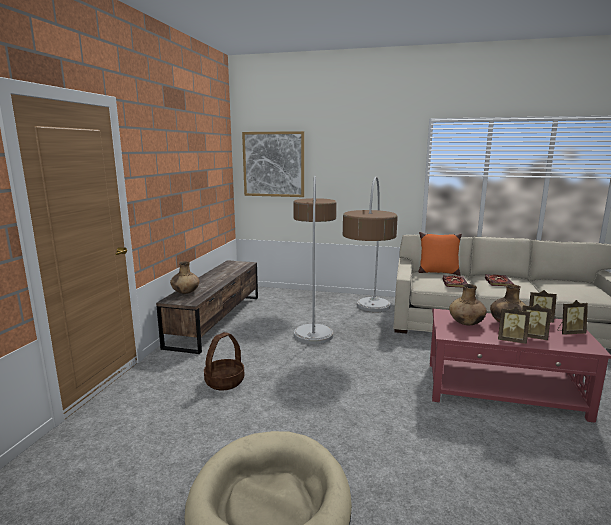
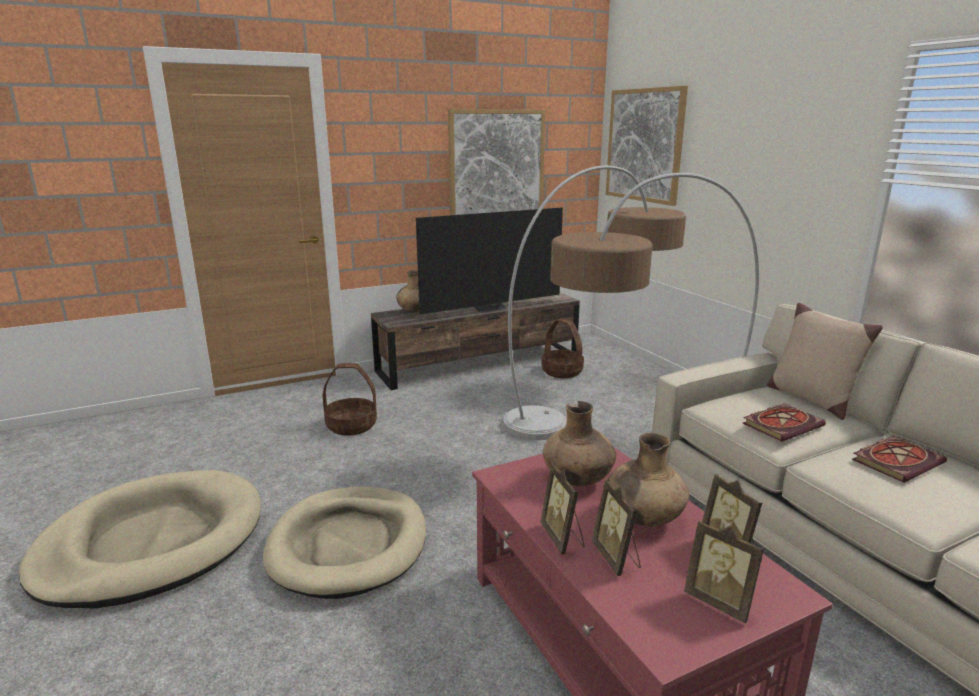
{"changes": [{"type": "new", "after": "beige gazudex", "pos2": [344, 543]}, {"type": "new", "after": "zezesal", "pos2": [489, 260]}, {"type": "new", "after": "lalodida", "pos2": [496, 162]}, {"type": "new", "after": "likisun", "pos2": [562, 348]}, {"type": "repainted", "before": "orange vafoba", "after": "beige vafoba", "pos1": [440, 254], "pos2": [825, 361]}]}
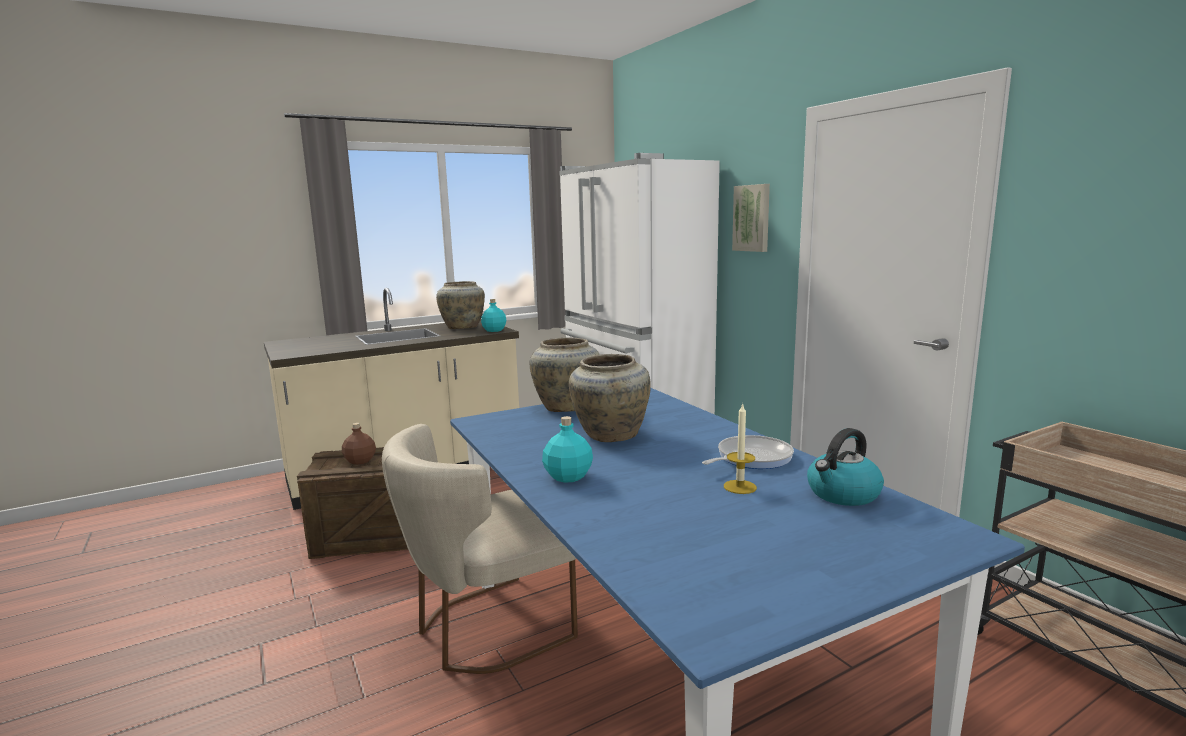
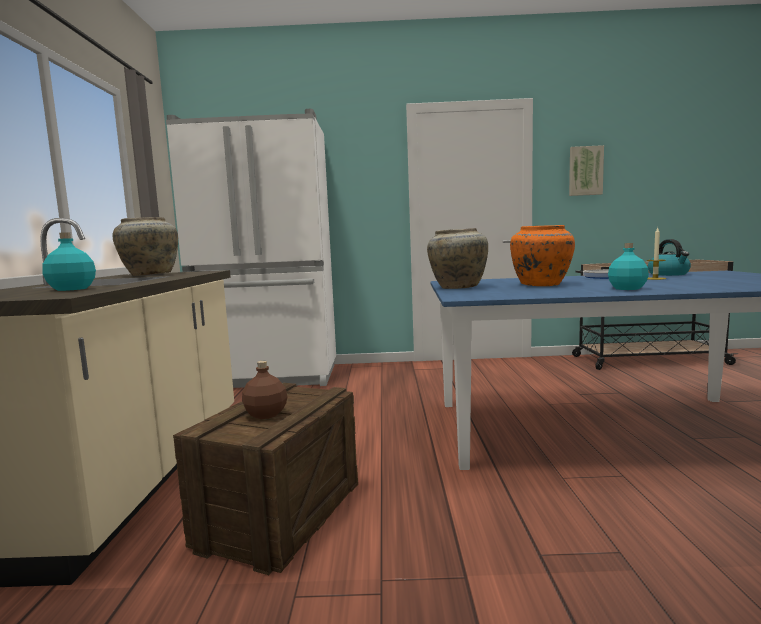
{"changes": [{"type": "shifted", "before": "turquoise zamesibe", "pos1": [493, 315], "pos2": [69, 261]}, {"type": "repainted", "before": "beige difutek", "after": "orange difutek", "pos1": [610, 398], "pos2": [542, 255]}, {"type": "shifted", "before": "lalodida", "pos1": [751, 218], "pos2": [586, 170]}, {"type": "gone", "before": "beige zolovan", "pos1": [480, 549]}]}
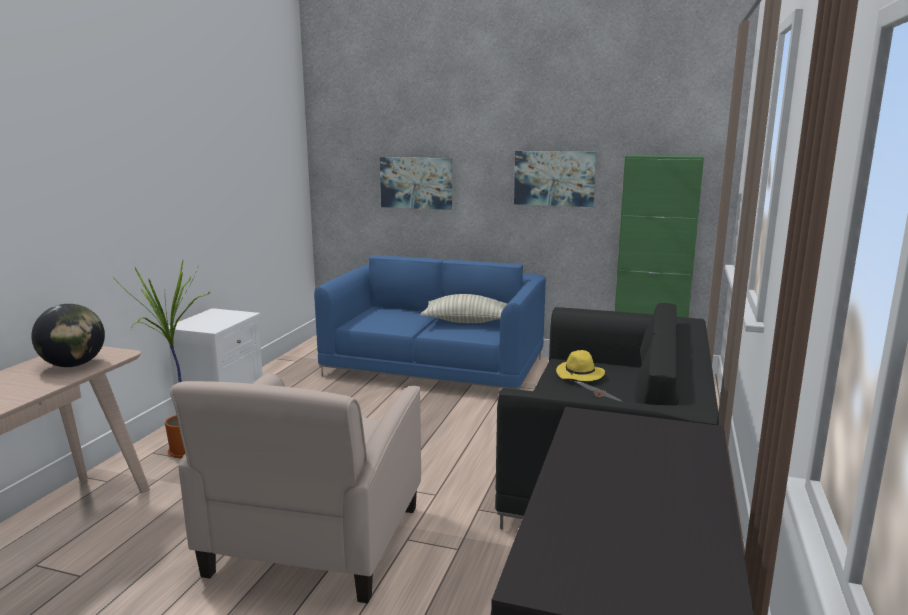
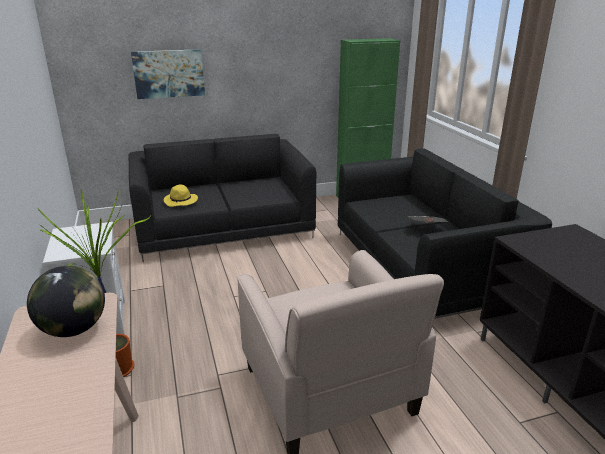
{"changes": [{"type": "repainted", "before": "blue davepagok", "after": "black davepagok", "pos1": [430, 322], "pos2": [222, 198]}, {"type": "shifted", "before": "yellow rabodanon", "pos1": [580, 365], "pos2": [181, 195]}, {"type": "gone", "before": "vafoba", "pos1": [463, 308]}, {"type": "gone", "before": "lalodida", "pos1": [555, 179]}]}
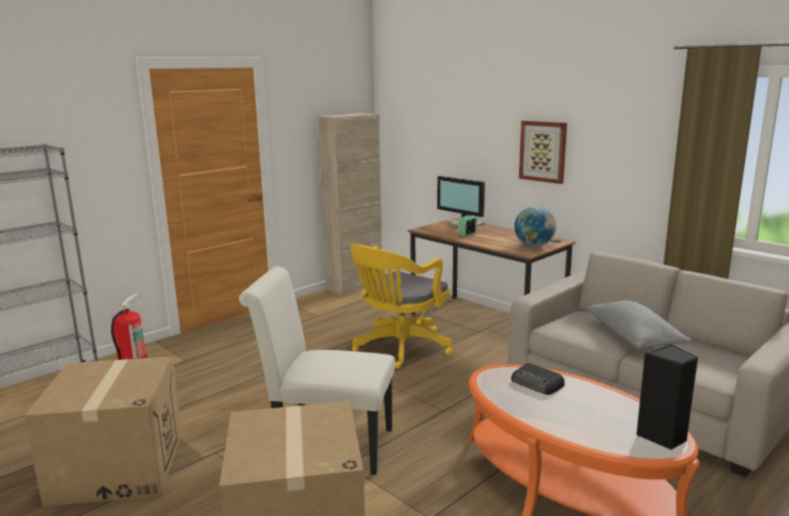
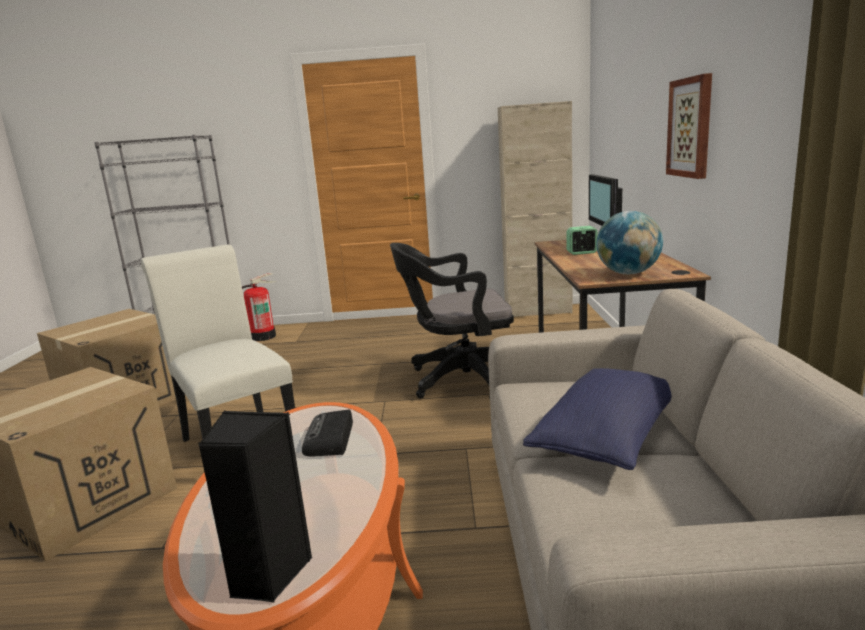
{"changes": [{"type": "repainted", "before": "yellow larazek", "after": "black larazek", "pos1": [402, 306], "pos2": [452, 321]}, {"type": "repainted", "before": "grey vafoba", "after": "blue vafoba", "pos1": [638, 324], "pos2": [597, 419]}]}
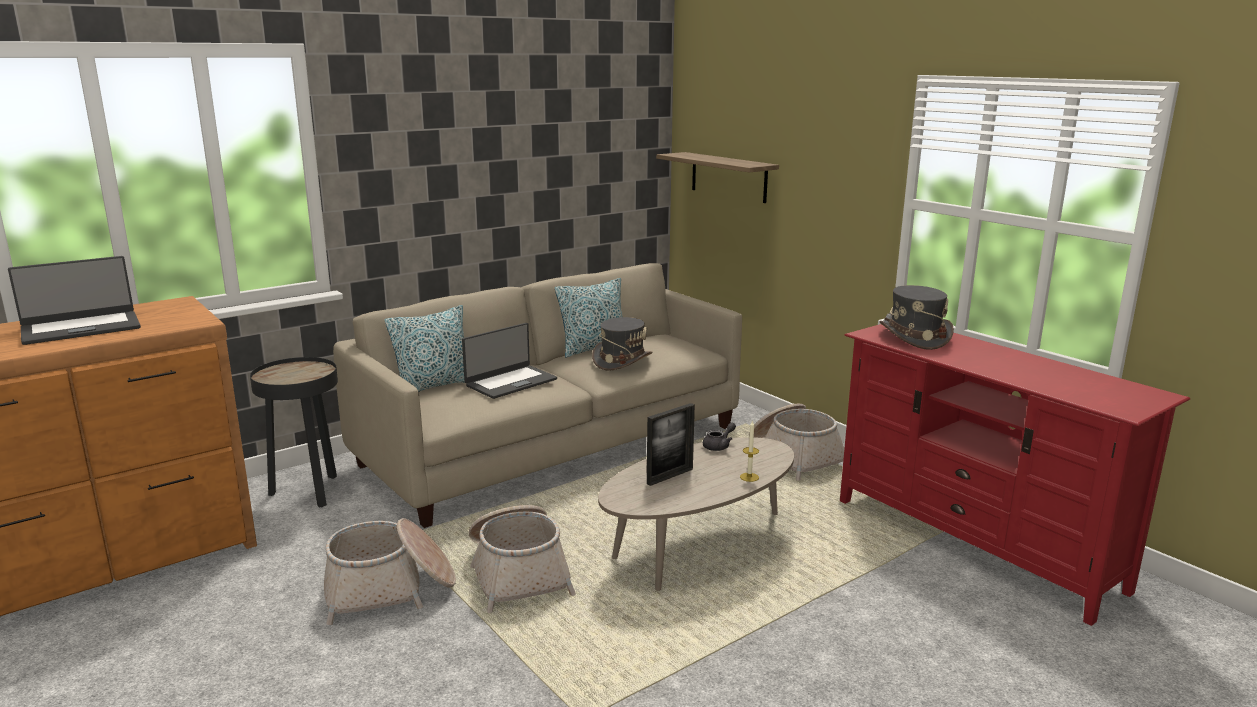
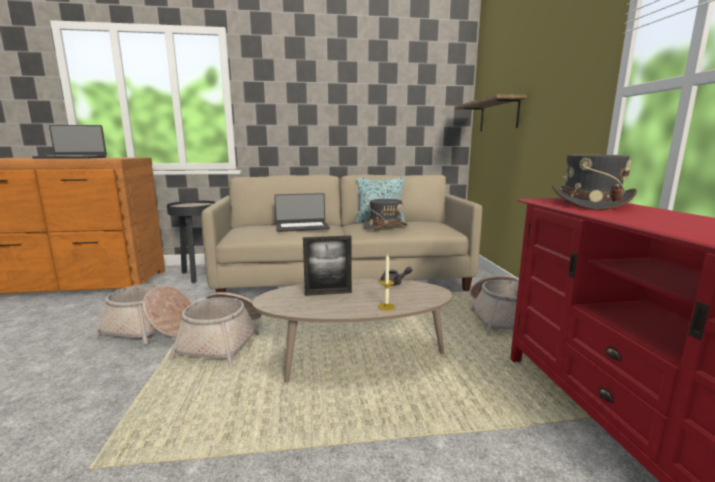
{"changes": [{"type": "gone", "before": "vafoba", "pos1": [425, 348]}]}
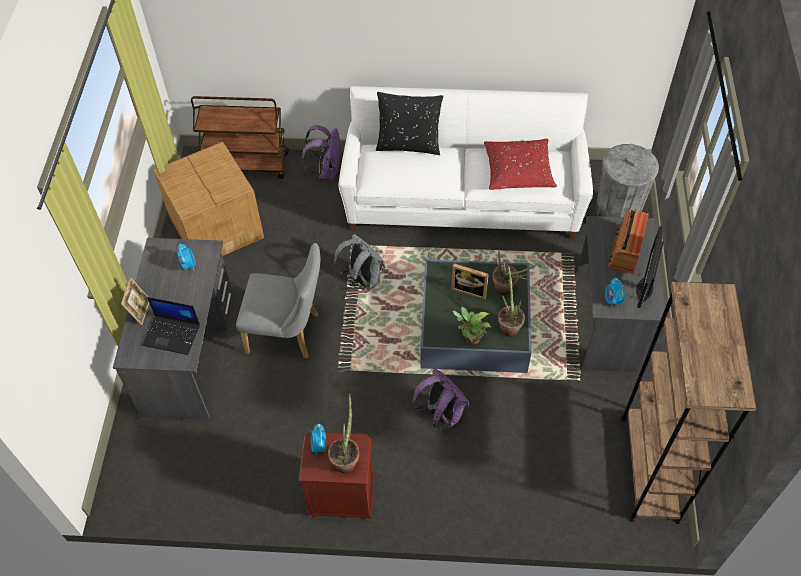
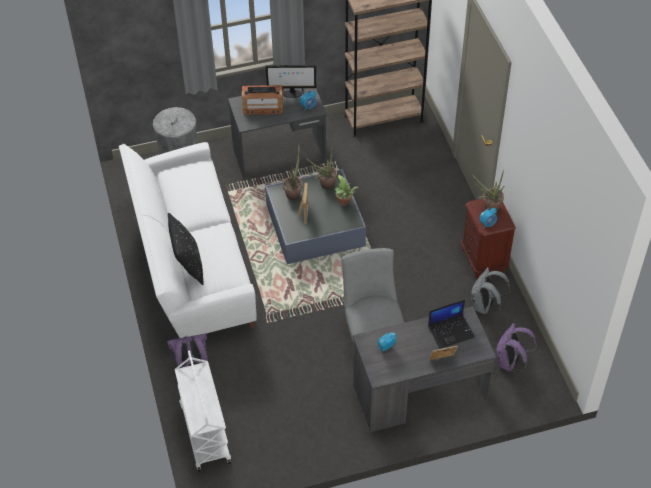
{"changes": [{"type": "repainted", "before": "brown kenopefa", "after": "white kenopefa", "pos1": [240, 137], "pos2": [203, 411]}, {"type": "rotated", "before": "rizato", "pos1": [171, 326], "pos2": [451, 324], "turn": 75}, {"type": "shifted", "before": "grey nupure", "pos1": [359, 261], "pos2": [490, 290]}, {"type": "shifted", "before": "purple nupure", "pos1": [440, 399], "pos2": [516, 347]}, {"type": "gone", "before": "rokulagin", "pos1": [208, 199]}, {"type": "gone", "before": "red vafoba", "pos1": [520, 164]}]}
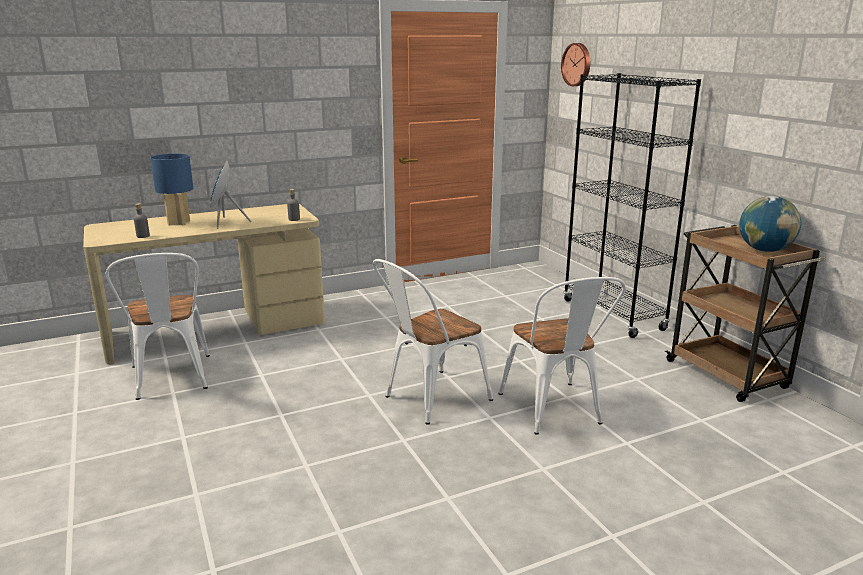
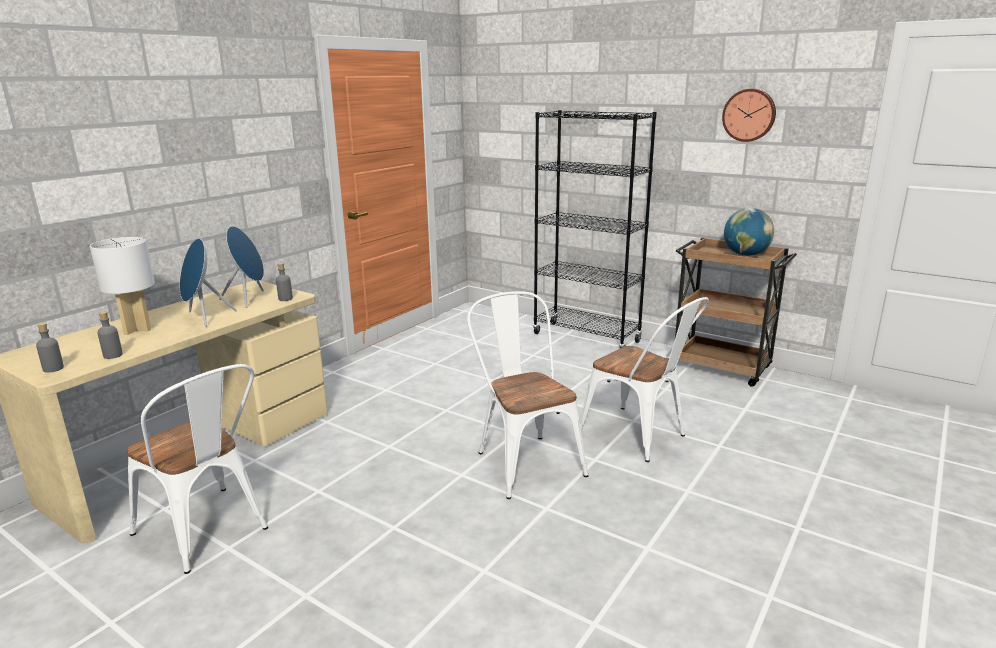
{"changes": [{"type": "new", "after": "grey zamesibe", "pos2": [50, 348]}, {"type": "repainted", "before": "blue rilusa", "after": "white rilusa", "pos1": [172, 189], "pos2": [122, 286]}, {"type": "new", "after": "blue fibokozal", "pos2": [241, 267]}, {"type": "rotated", "before": "white zolovan", "pos1": [433, 342], "pos2": [527, 395], "turn": 135}, {"type": "shifted", "before": "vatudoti", "pos1": [575, 64], "pos2": [749, 115]}]}
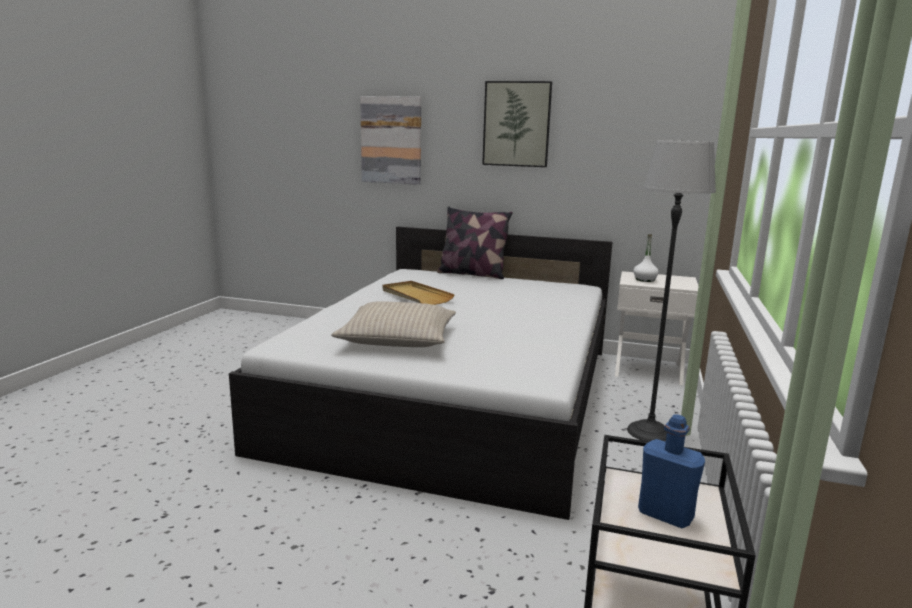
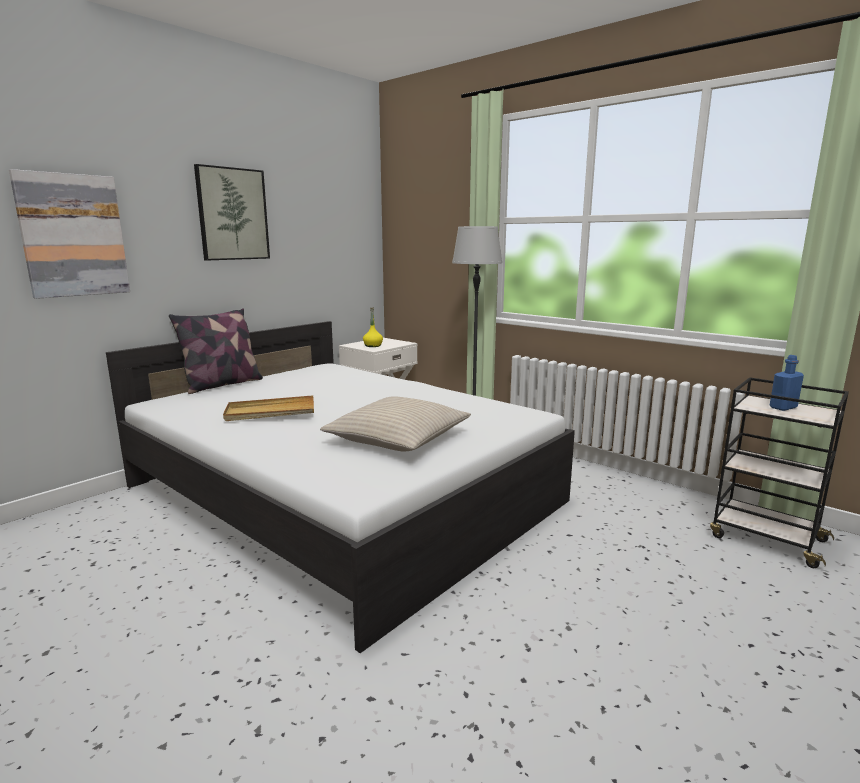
{"changes": [{"type": "repainted", "before": "white zamesibe", "after": "yellow zamesibe", "pos1": [646, 258], "pos2": [373, 327]}]}
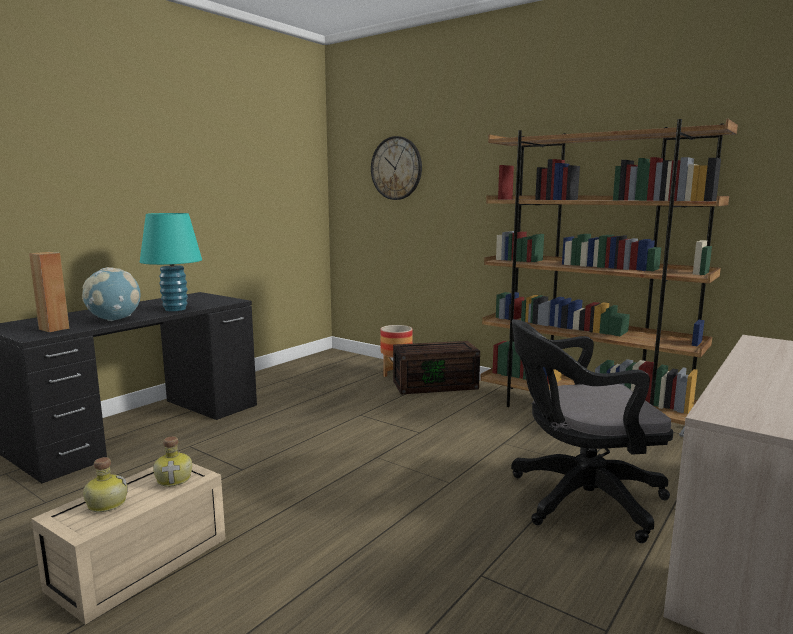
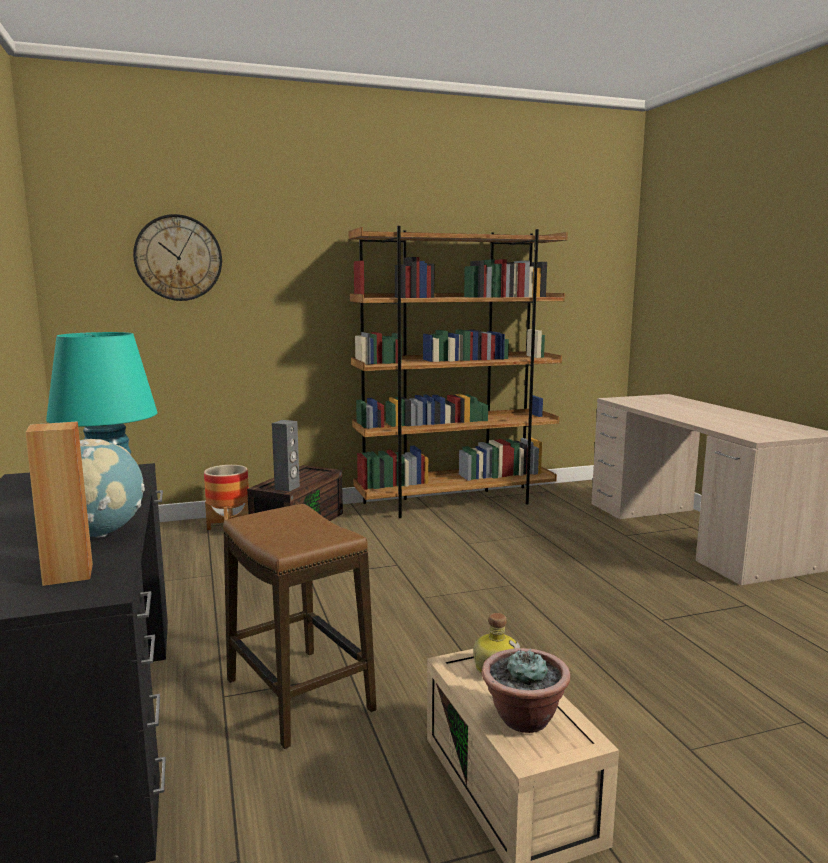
{"changes": [{"type": "new", "after": "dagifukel", "pos2": [300, 626]}, {"type": "new", "after": "grey fibokozal", "pos2": [286, 455]}, {"type": "swapped", "before": "zamesibe", "after": "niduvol", "pos1": [105, 484], "pos2": [526, 690]}, {"type": "gone", "before": "black larazek", "pos1": [592, 431]}]}
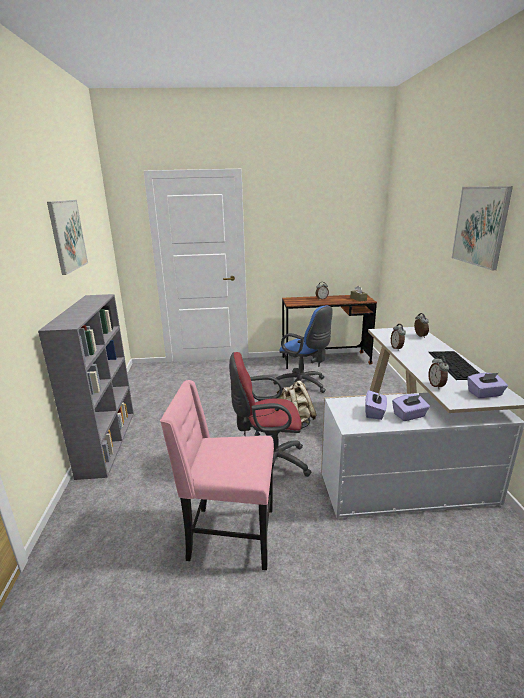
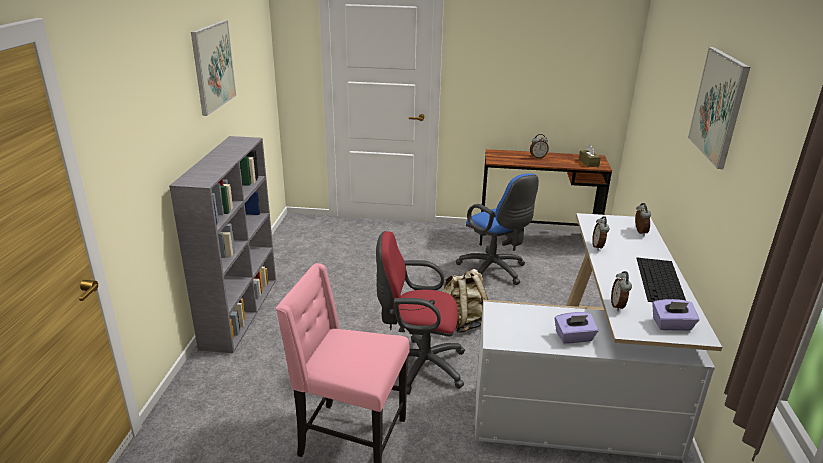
{"changes": [{"type": "gone", "before": "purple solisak", "pos1": [376, 405]}]}
